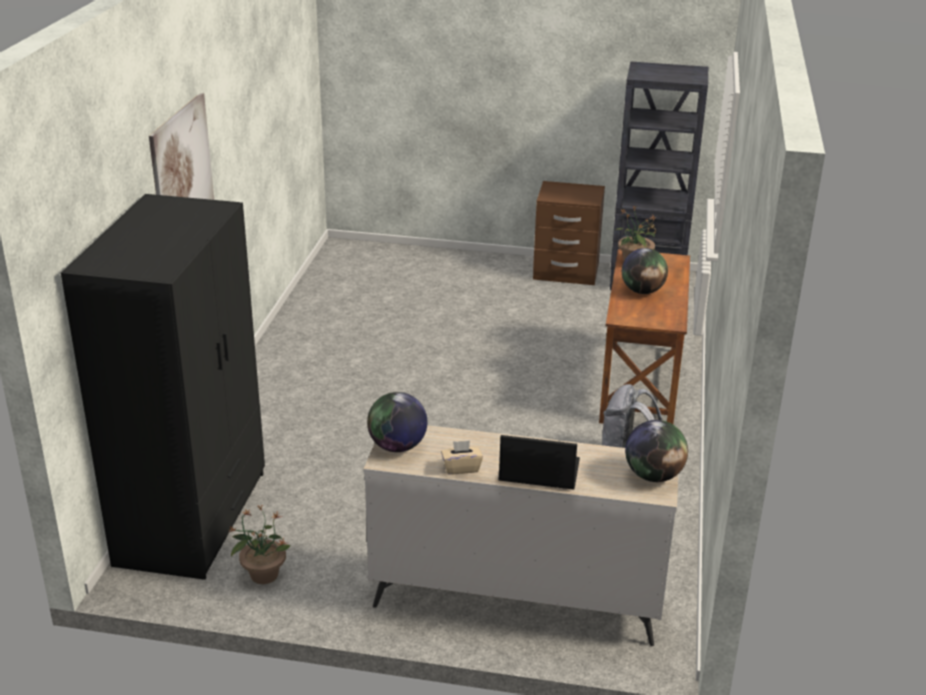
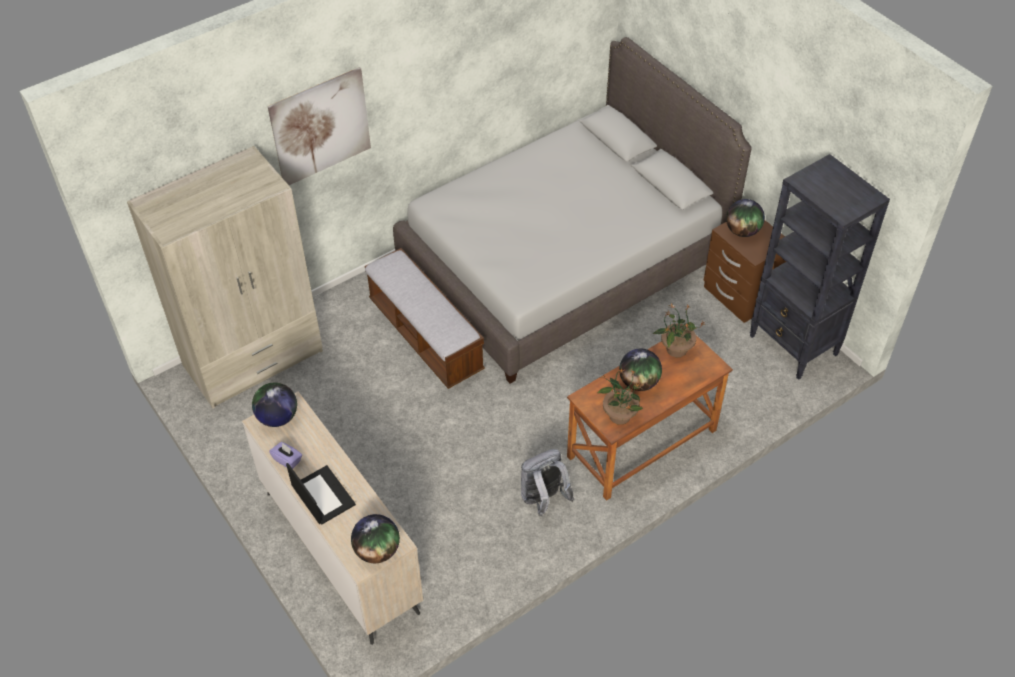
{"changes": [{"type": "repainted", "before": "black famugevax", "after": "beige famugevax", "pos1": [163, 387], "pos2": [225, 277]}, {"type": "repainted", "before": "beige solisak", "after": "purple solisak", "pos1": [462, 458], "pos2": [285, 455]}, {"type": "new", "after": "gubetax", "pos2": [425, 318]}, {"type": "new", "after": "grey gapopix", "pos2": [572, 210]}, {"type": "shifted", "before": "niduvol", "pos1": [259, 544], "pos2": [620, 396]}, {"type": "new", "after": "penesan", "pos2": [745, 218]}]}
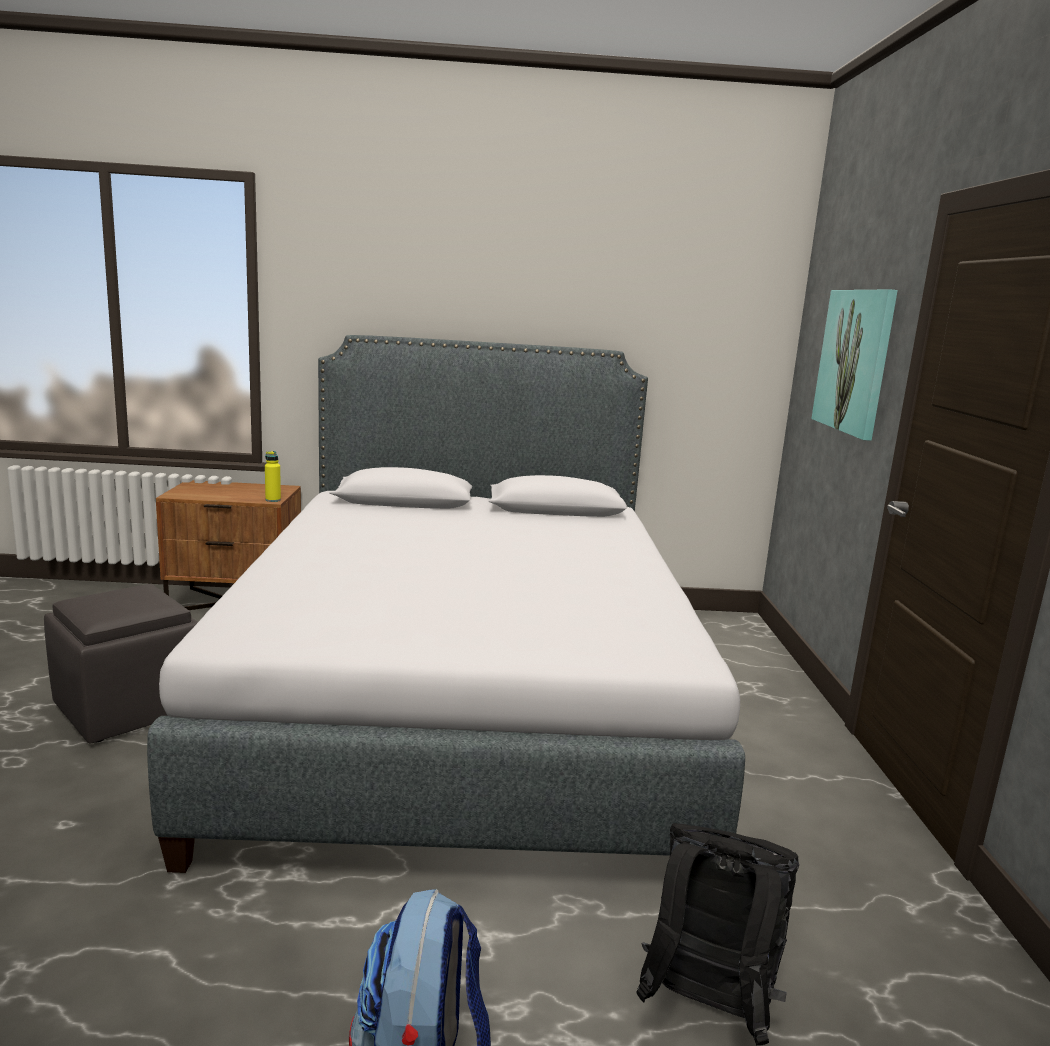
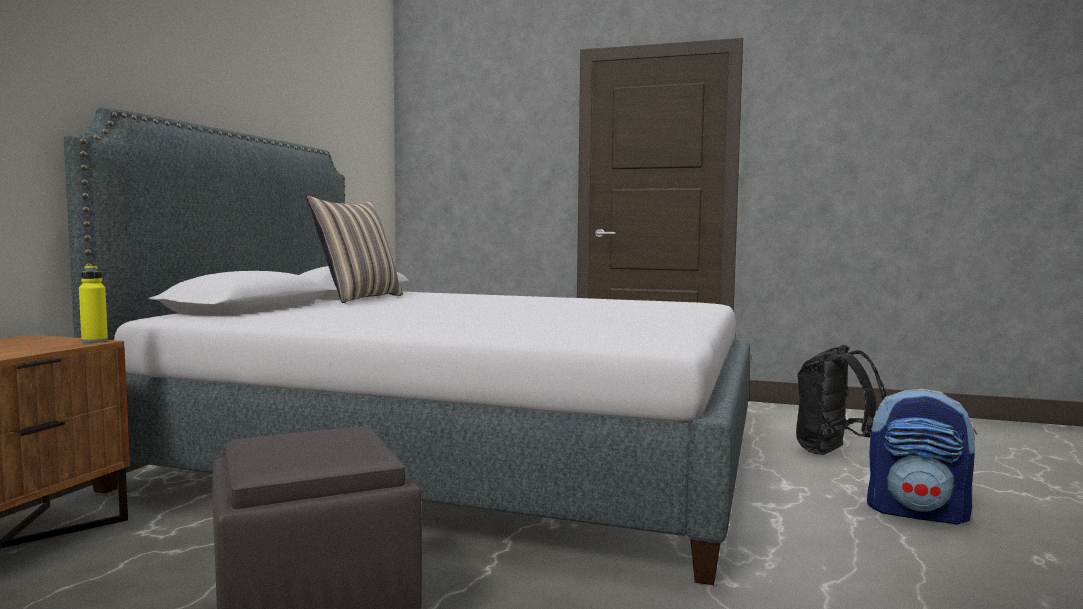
{"changes": [{"type": "new", "after": "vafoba", "pos2": [354, 249]}, {"type": "gone", "before": "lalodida", "pos1": [854, 365]}]}
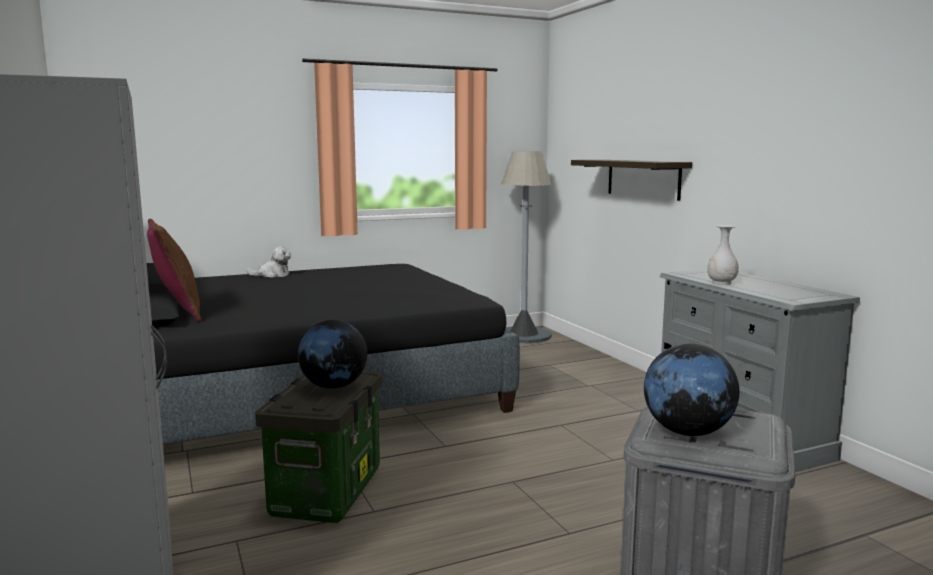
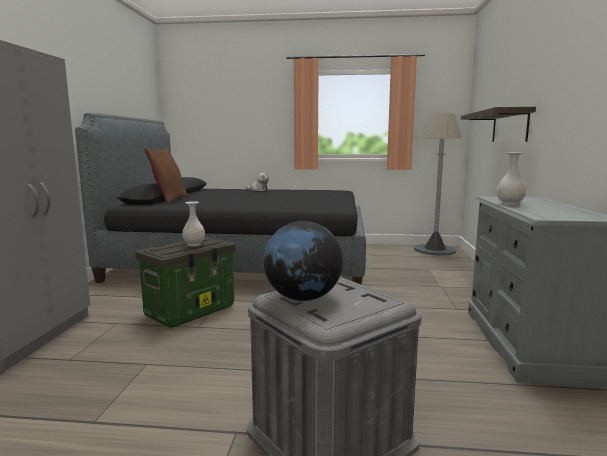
{"changes": [{"type": "swapped", "before": "penesan", "after": "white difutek", "pos1": [332, 354], "pos2": [193, 224]}]}
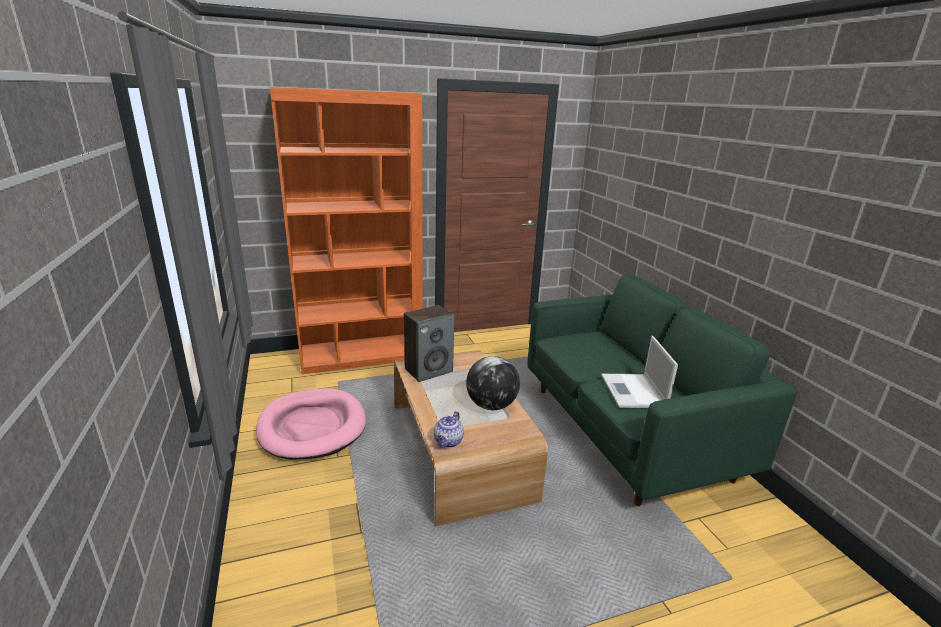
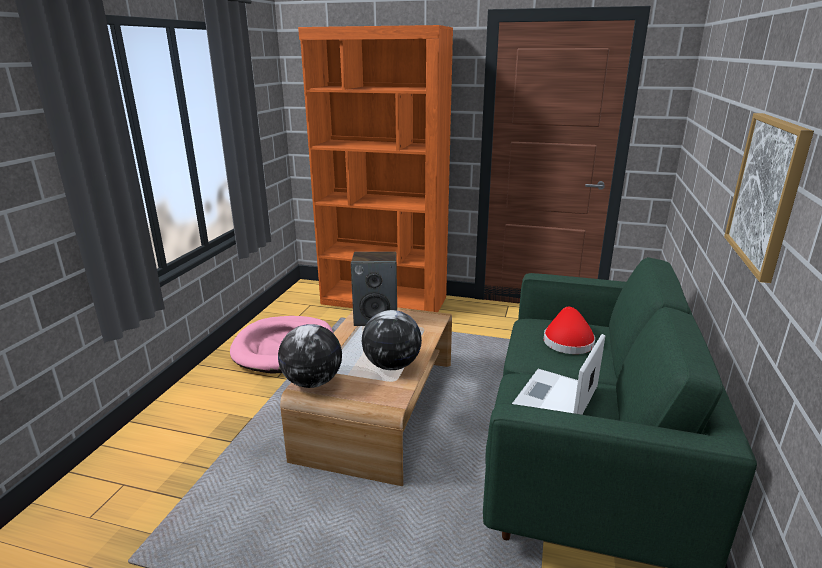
{"changes": [{"type": "swapped", "before": "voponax", "after": "penesan", "pos1": [449, 429], "pos2": [310, 356]}, {"type": "new", "after": "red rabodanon", "pos2": [569, 330]}, {"type": "new", "after": "lalodida", "pos2": [769, 198]}]}
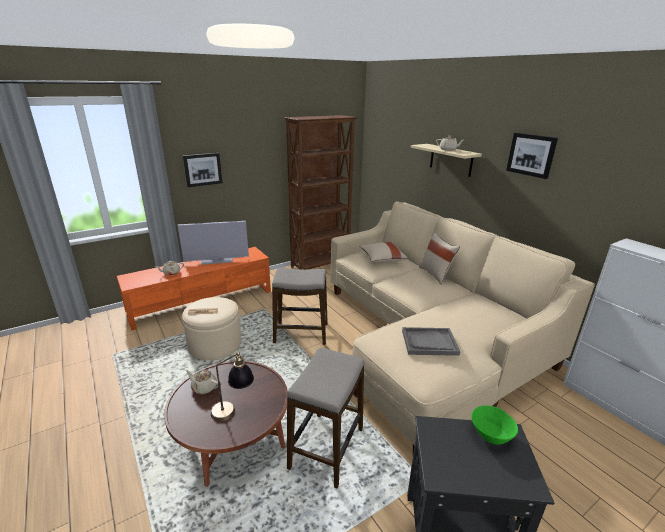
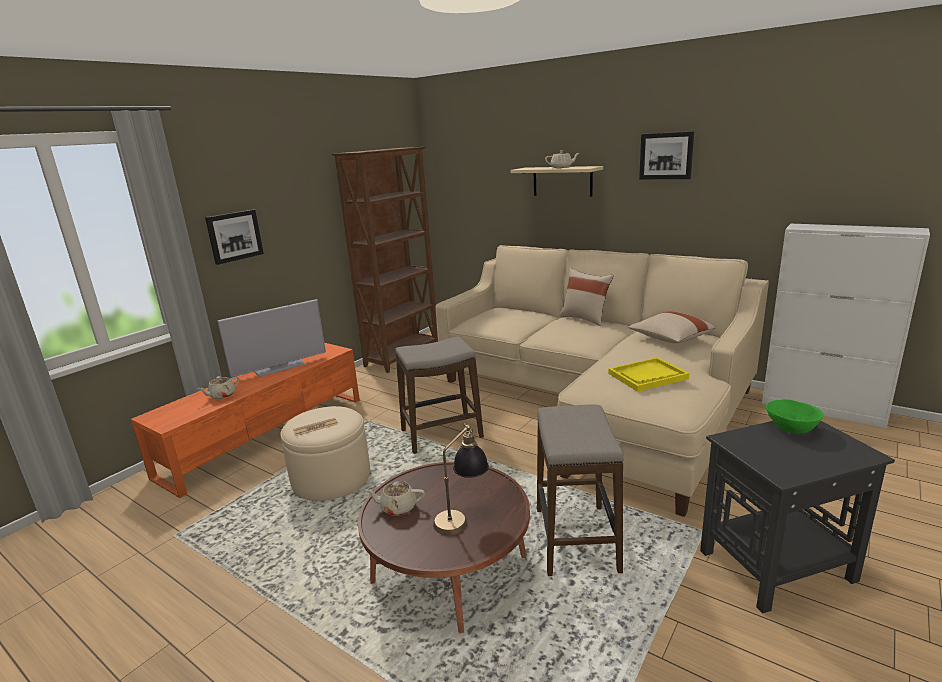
{"changes": [{"type": "repainted", "before": "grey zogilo", "after": "yellow zogilo", "pos1": [431, 341], "pos2": [648, 374]}, {"type": "shifted", "before": "beige vafoba", "pos1": [384, 252], "pos2": [672, 327]}]}
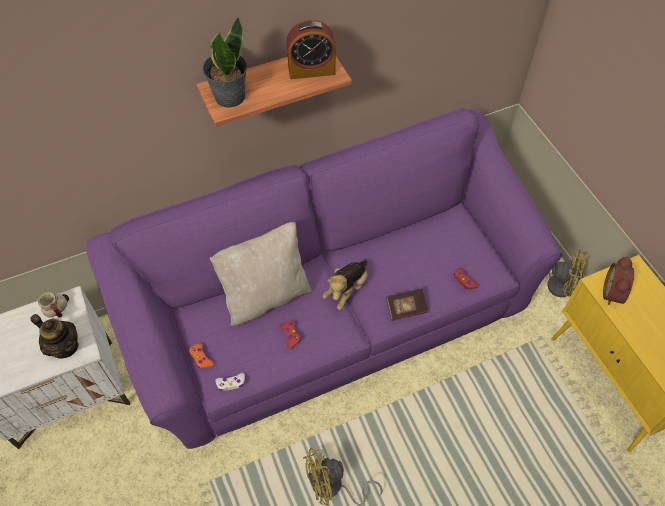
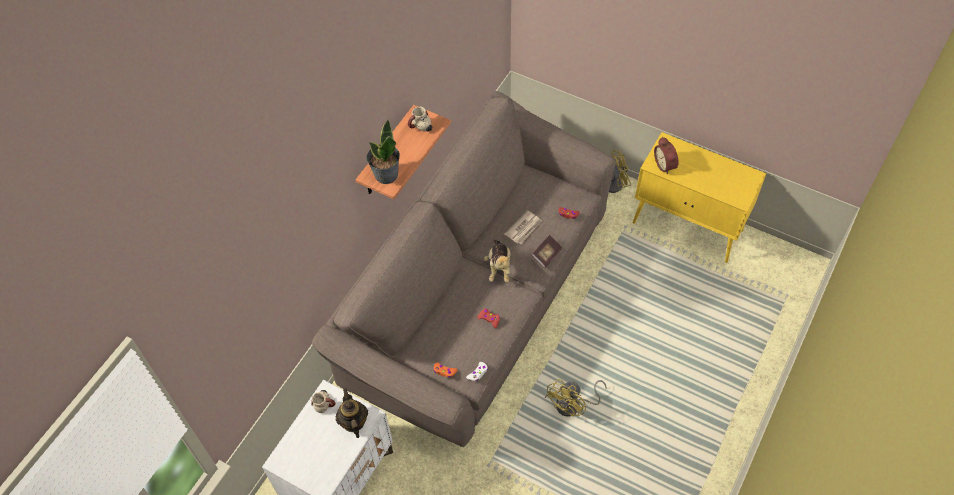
{"changes": [{"type": "repainted", "before": "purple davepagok", "after": "brown davepagok", "pos1": [324, 278], "pos2": [464, 269]}, {"type": "rotated", "before": "voponax", "pos1": [55, 336], "pos2": [352, 413], "turn": -105}, {"type": "swapped", "before": "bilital", "after": "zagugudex", "pos1": [311, 49], "pos2": [420, 119]}, {"type": "new", "after": "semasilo", "pos2": [523, 227]}, {"type": "gone", "before": "beige vafoba", "pos1": [260, 274]}]}
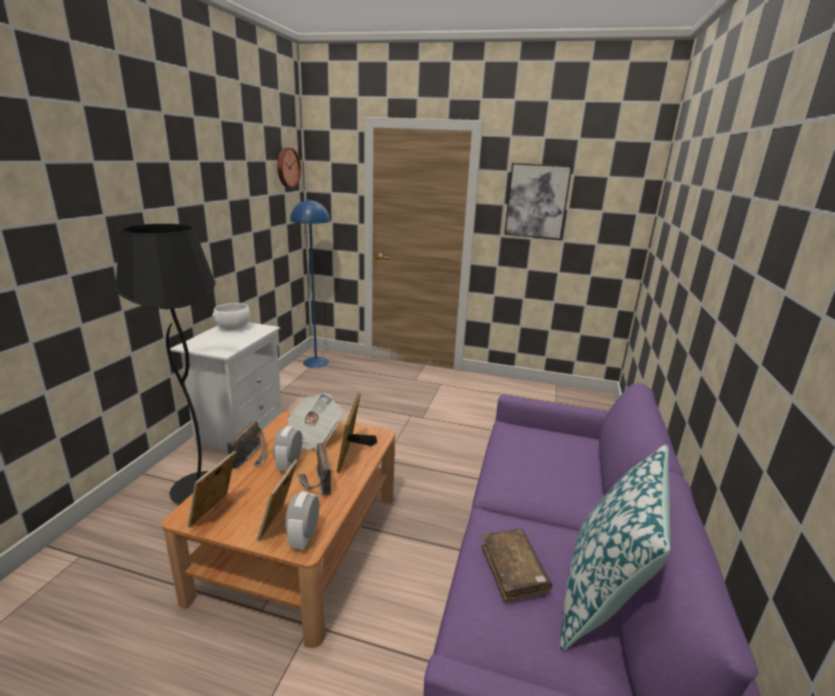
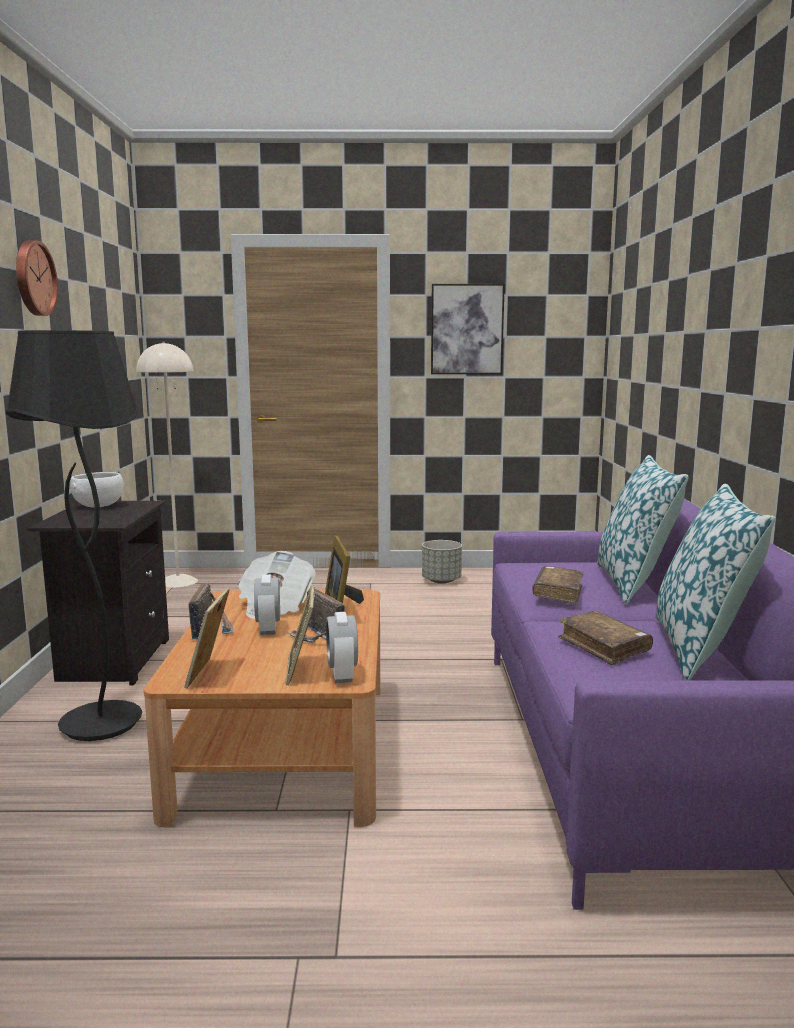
{"changes": [{"type": "shifted", "before": "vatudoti", "pos1": [289, 167], "pos2": [37, 278]}, {"type": "repainted", "before": "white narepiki", "after": "black narepiki", "pos1": [226, 386], "pos2": [98, 593]}, {"type": "repainted", "before": "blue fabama", "after": "beige fabama", "pos1": [310, 283], "pos2": [167, 465]}, {"type": "new", "after": "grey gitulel", "pos2": [442, 562]}, {"type": "new", "after": "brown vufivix", "pos2": [558, 585]}, {"type": "new", "after": "vafoba", "pos2": [643, 529]}]}
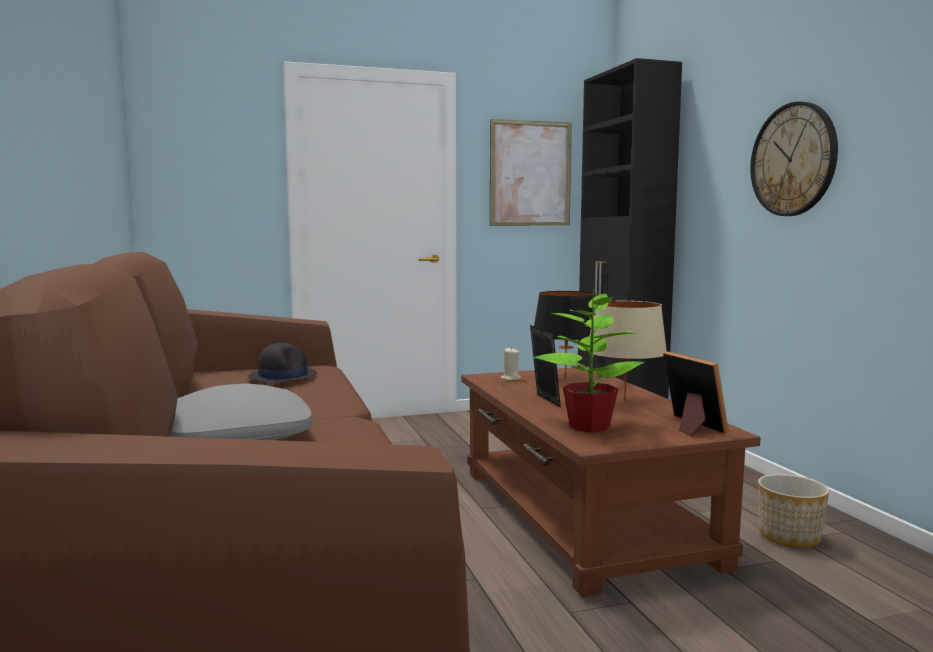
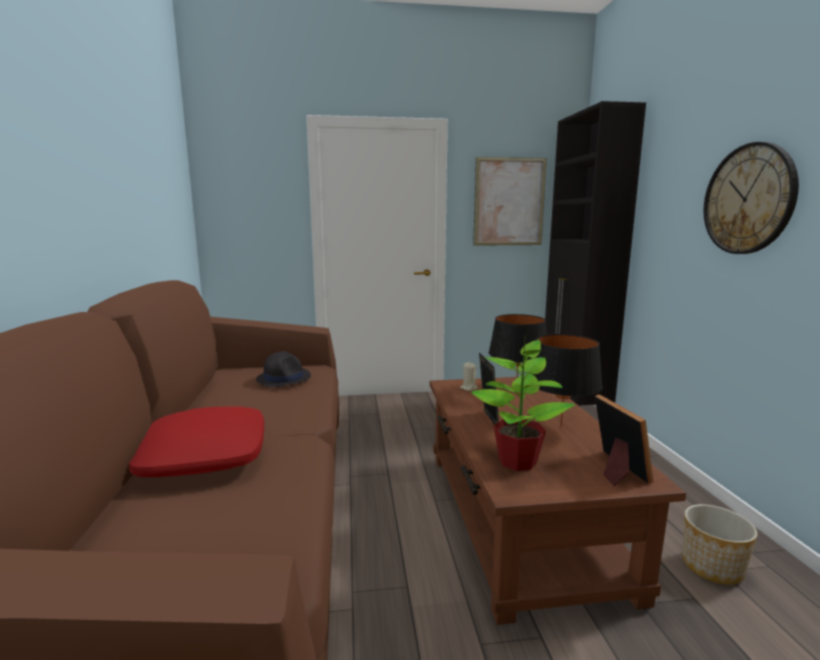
{"changes": [{"type": "repainted", "before": "grey vafoba", "after": "red vafoba", "pos1": [241, 411], "pos2": [196, 441]}, {"type": "repainted", "before": "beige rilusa", "after": "black rilusa", "pos1": [627, 351], "pos2": [566, 380]}]}
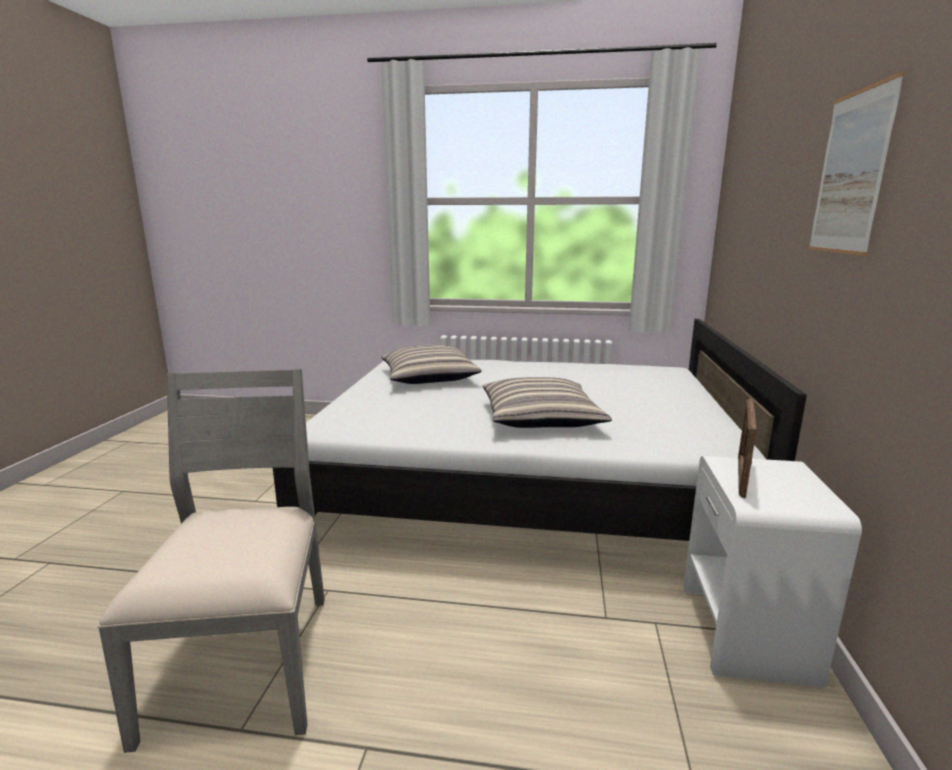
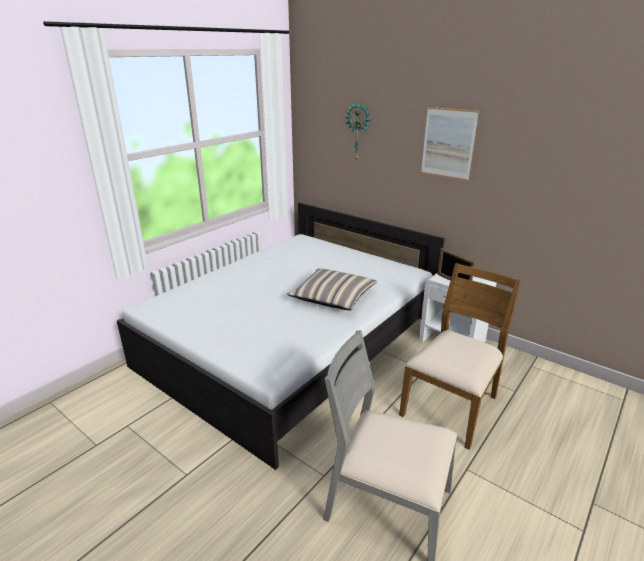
{"changes": [{"type": "new", "after": "vatudoti", "pos2": [357, 130]}, {"type": "new", "after": "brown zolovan", "pos2": [460, 356]}, {"type": "gone", "before": "vafoba", "pos1": [432, 364]}]}
